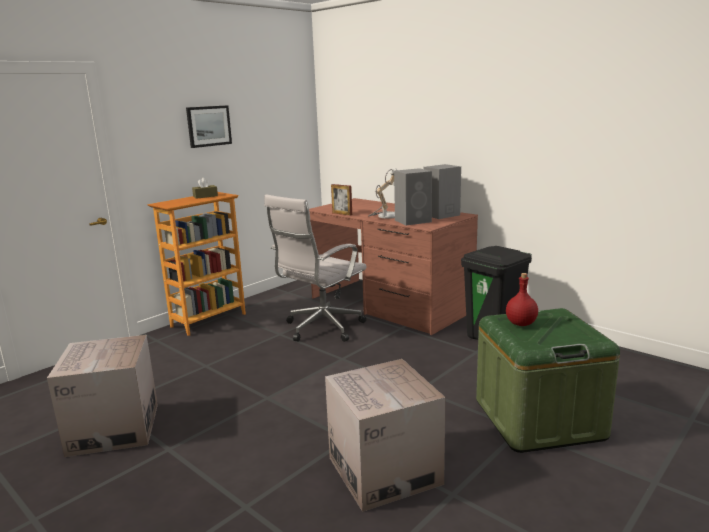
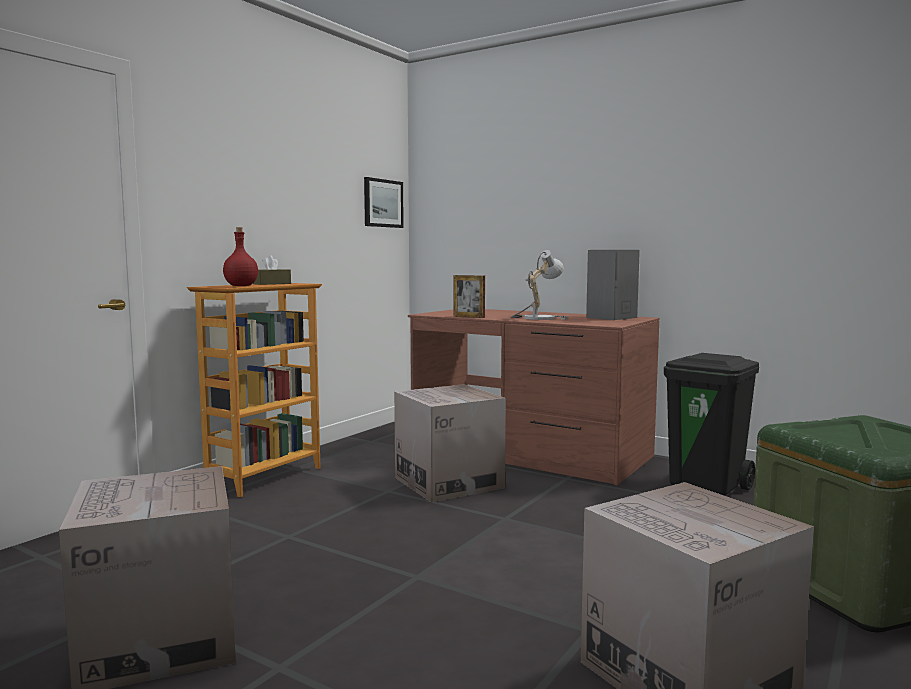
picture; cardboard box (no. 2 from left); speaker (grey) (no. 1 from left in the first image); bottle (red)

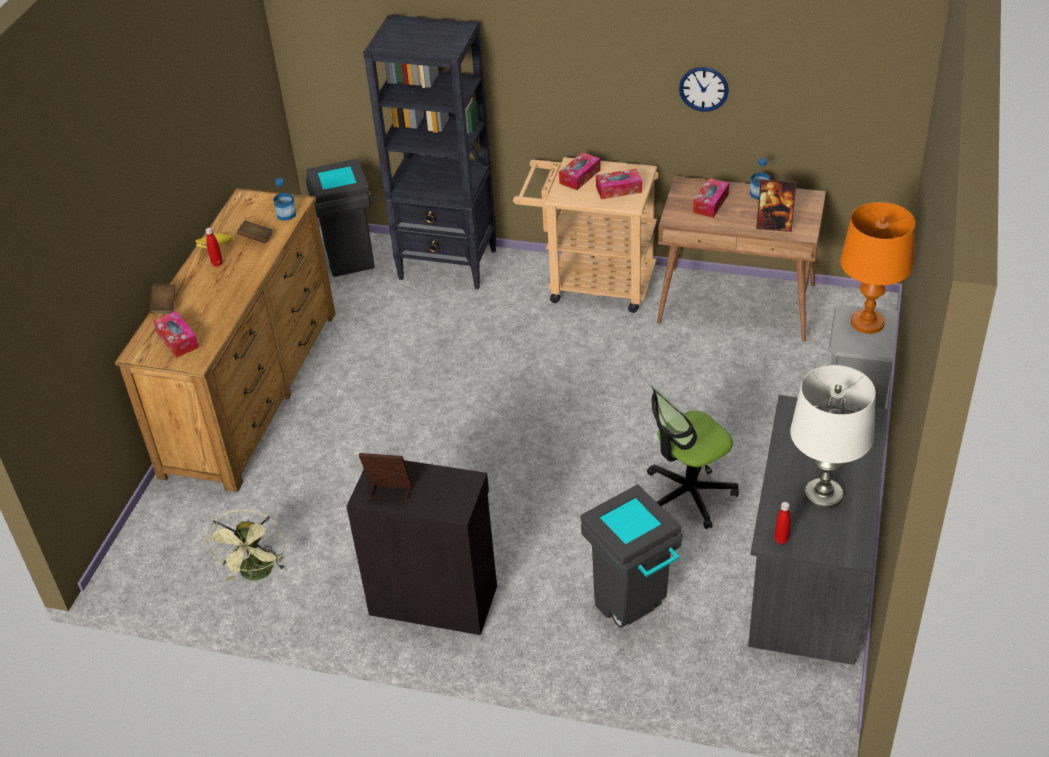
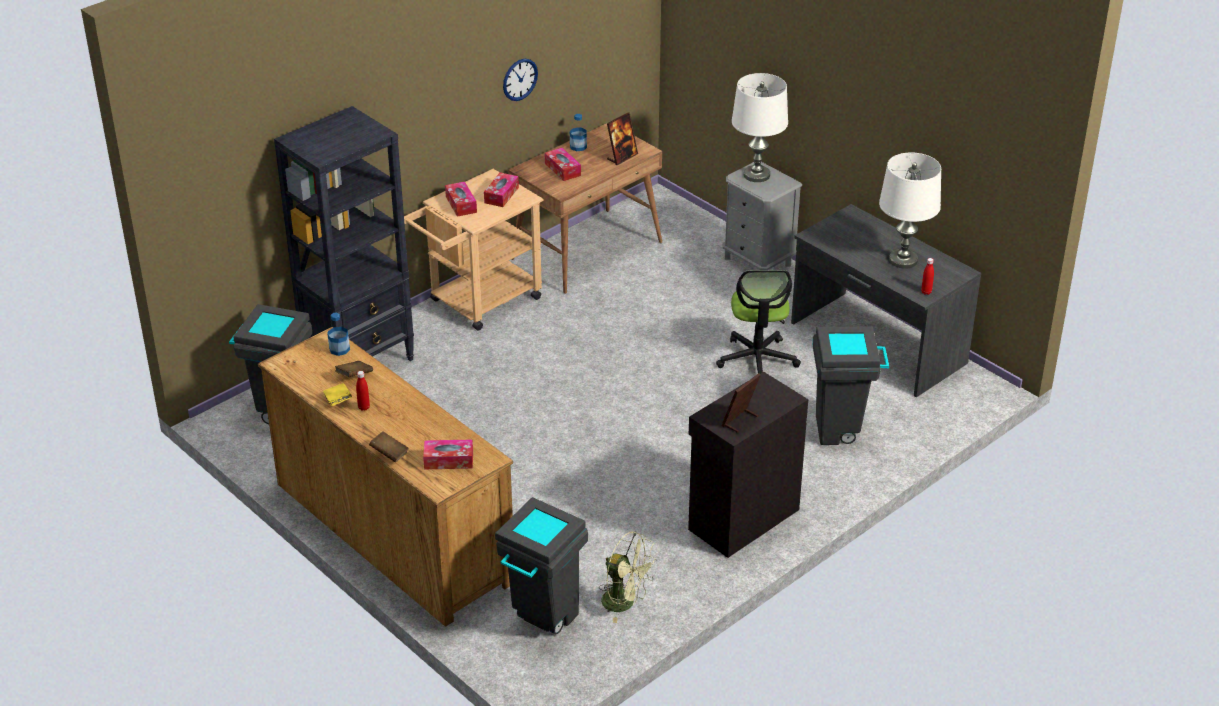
table lamp (white) (no. 1 from left); trash can (grey) (no. 2 from left)

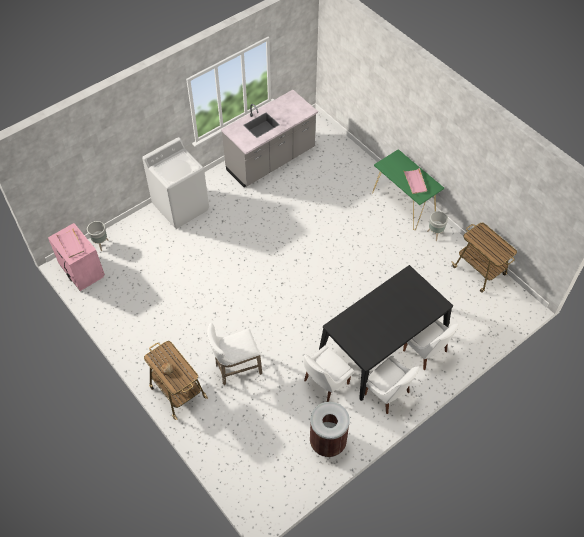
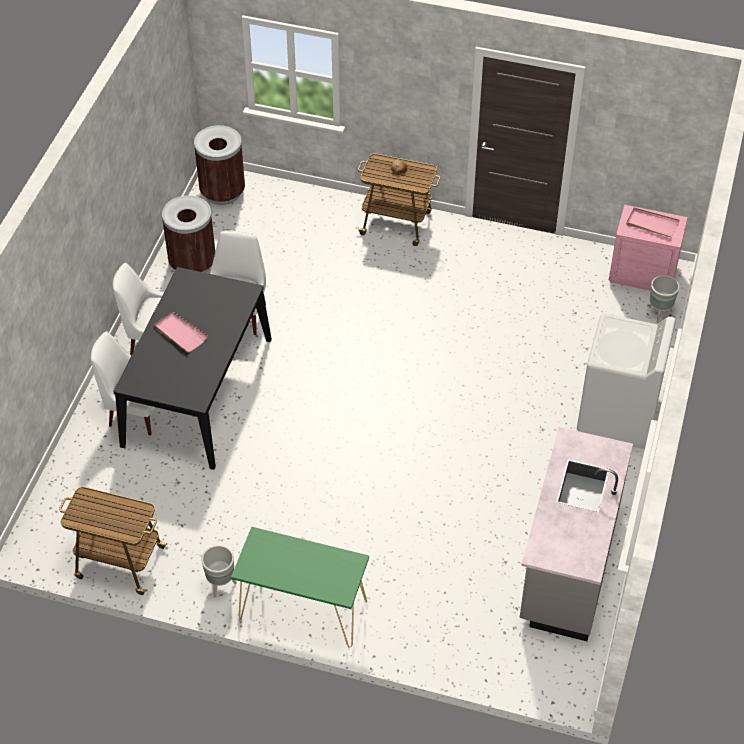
stool (white); tray (pink) (no. 1 from left); trash can (brown) (no. 2 from left)

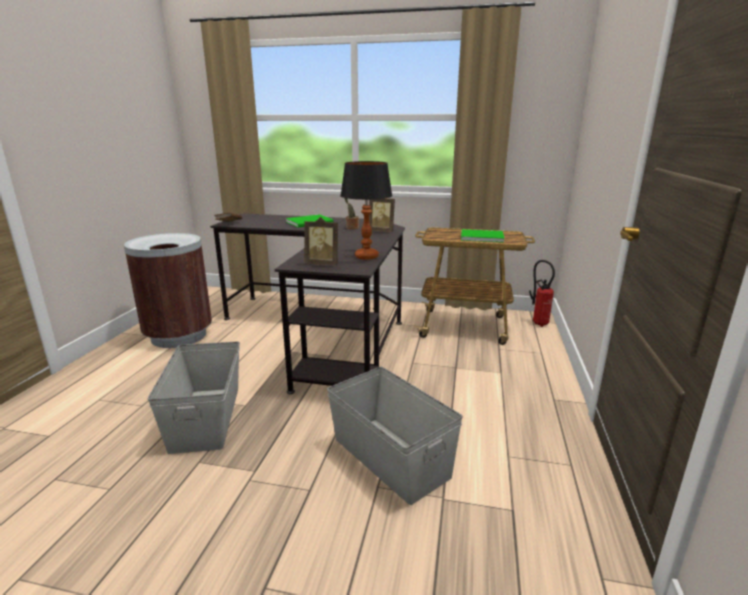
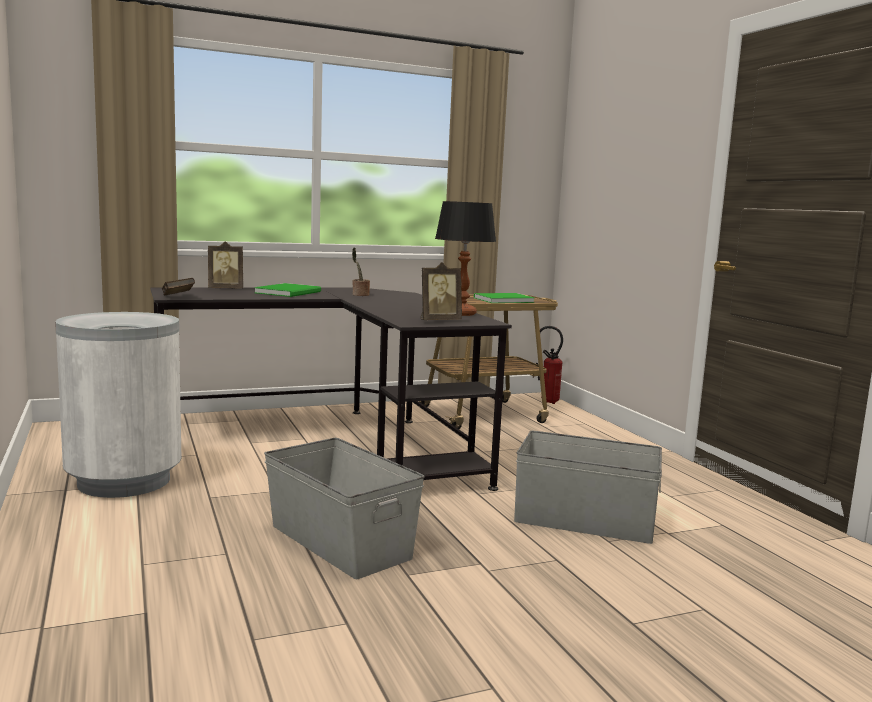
trash can (white); picture frame (no. 1 from left)

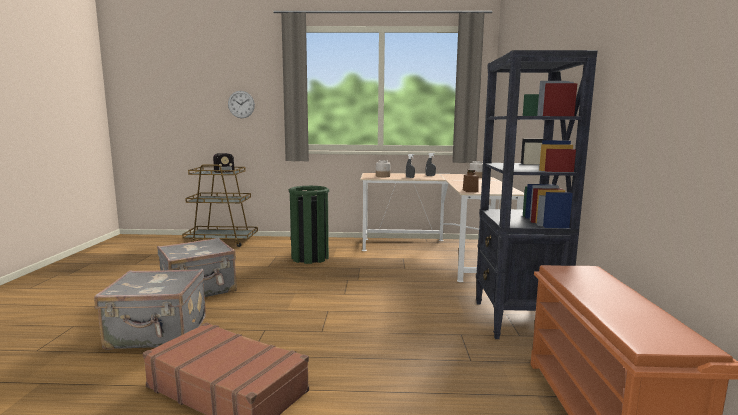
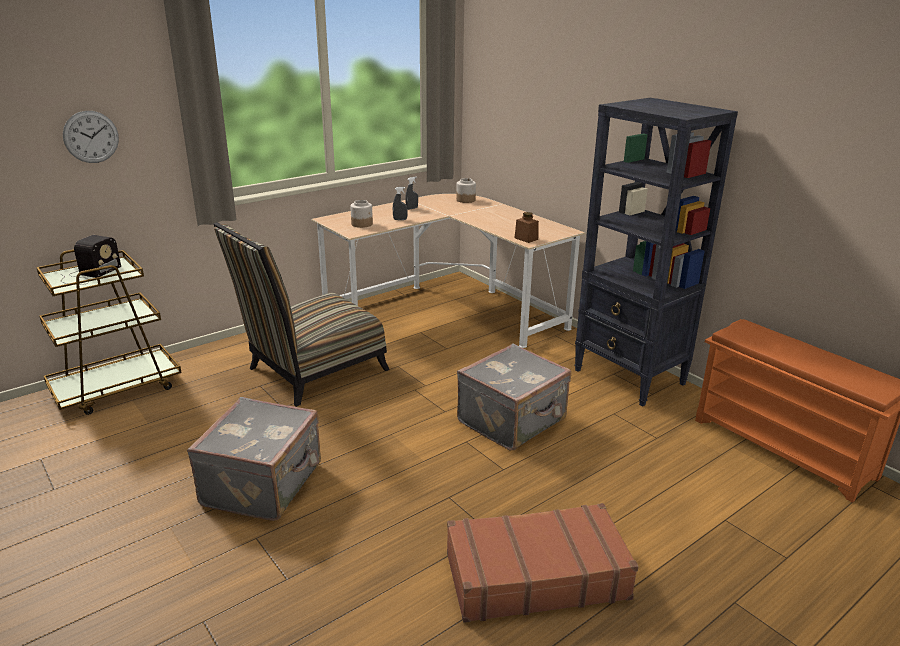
suitcase (grey) (no. 2 from left); chair

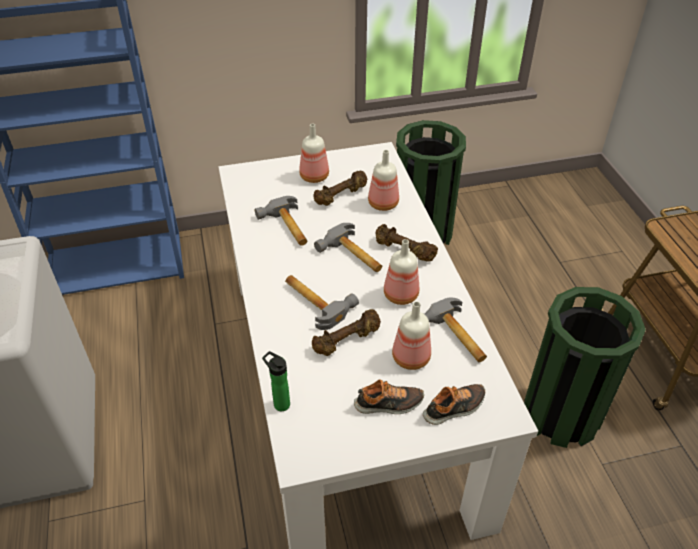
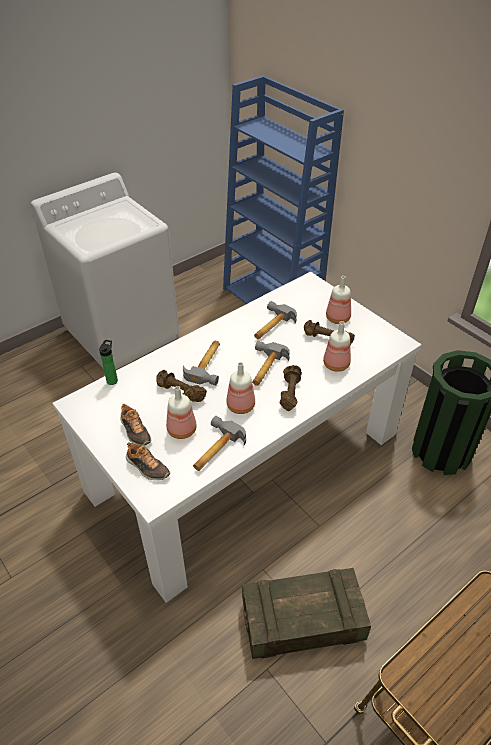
crate

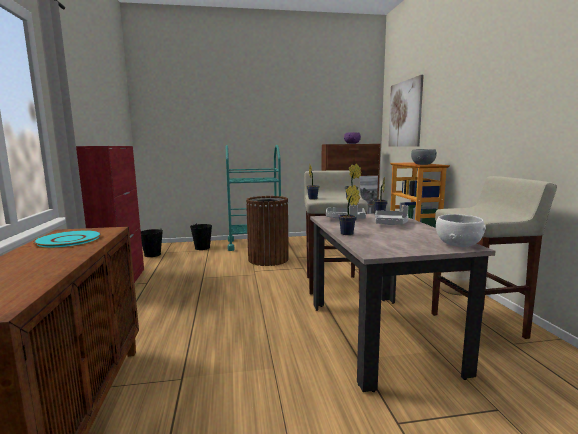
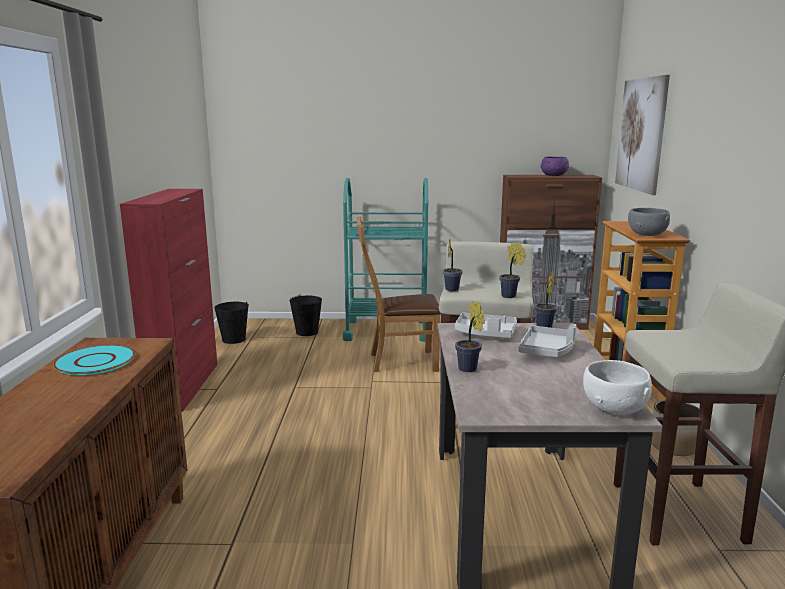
chair (brown)

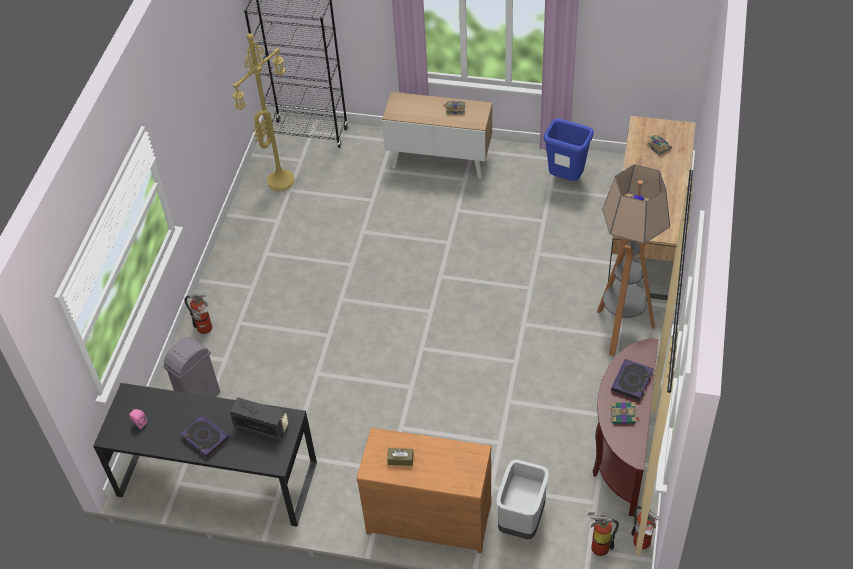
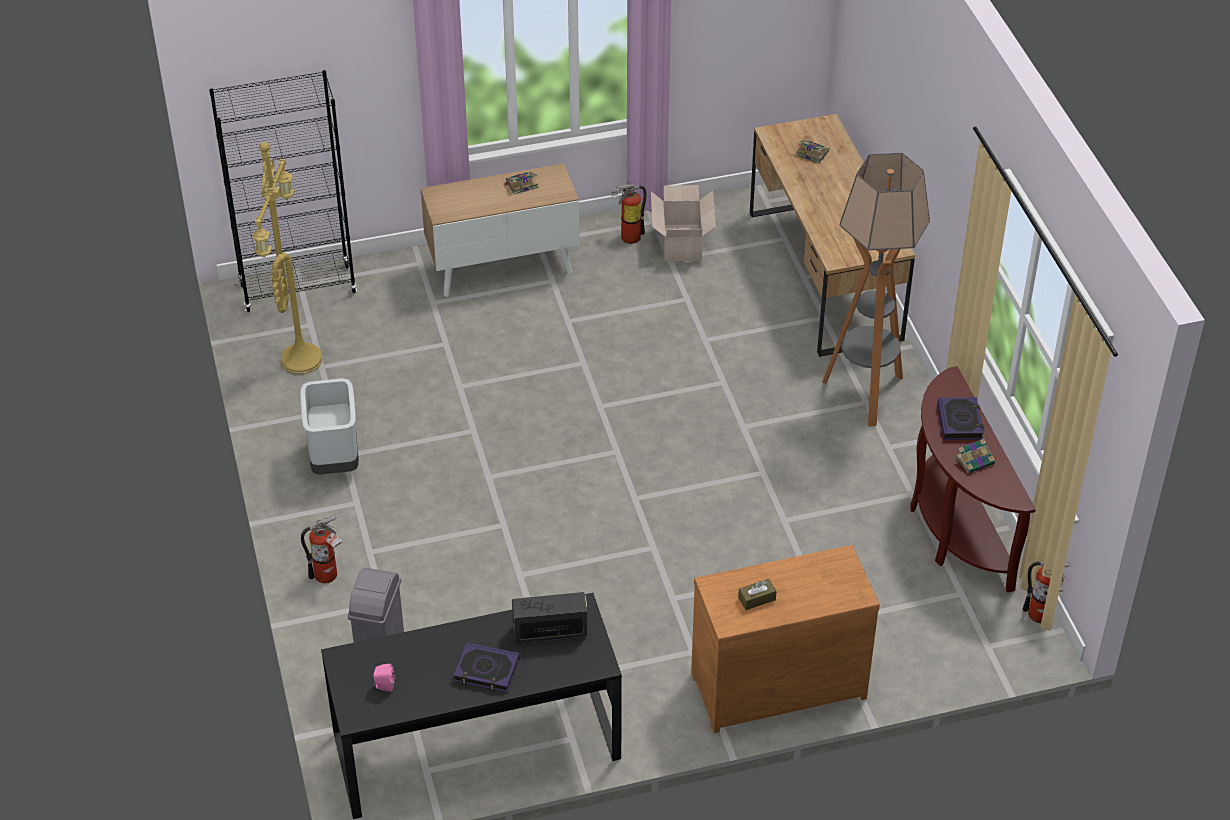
trash can (grey) (no. 1 from left); cardboard box; fire extinguisher (no. 2 from left)

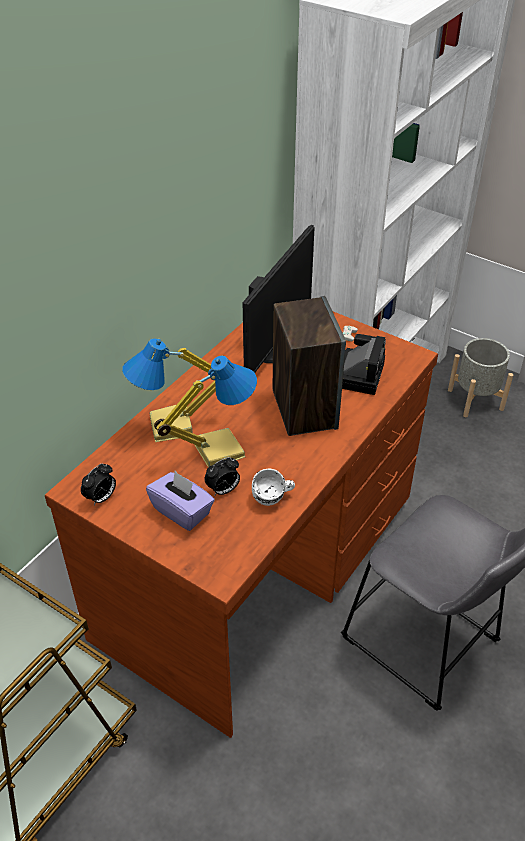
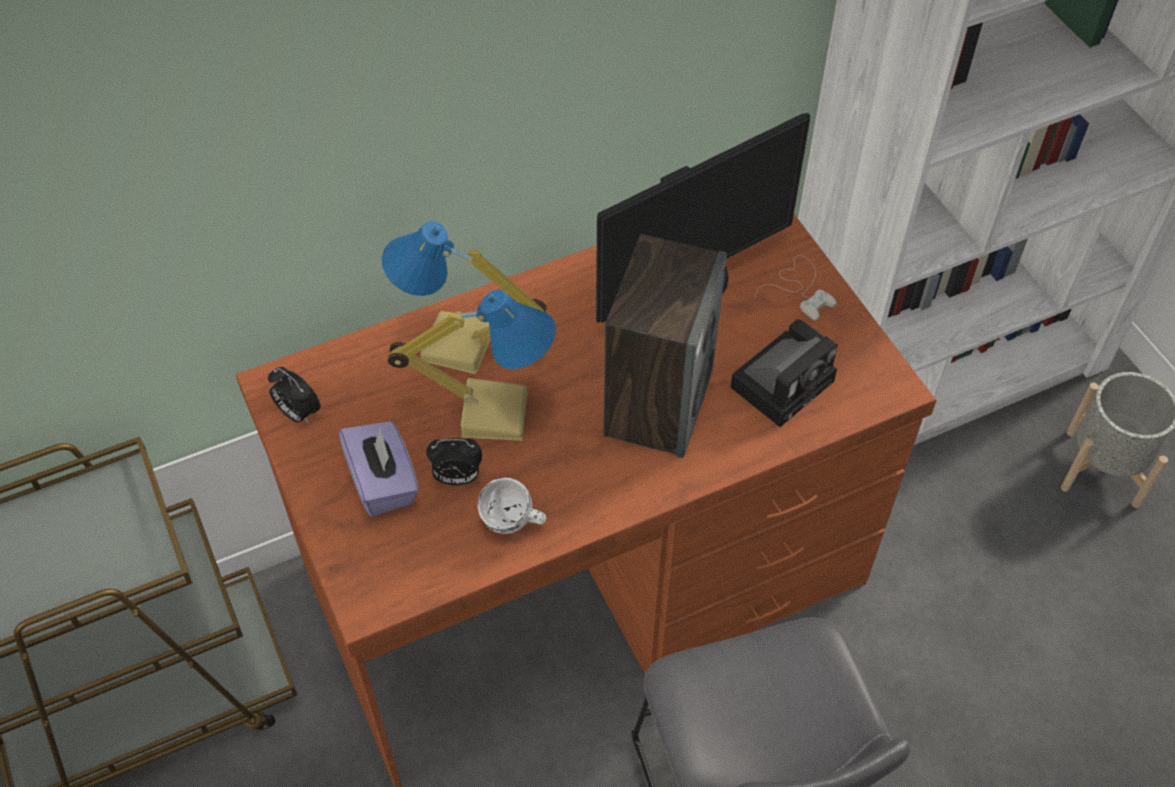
alarm clock (no. 1 from left)

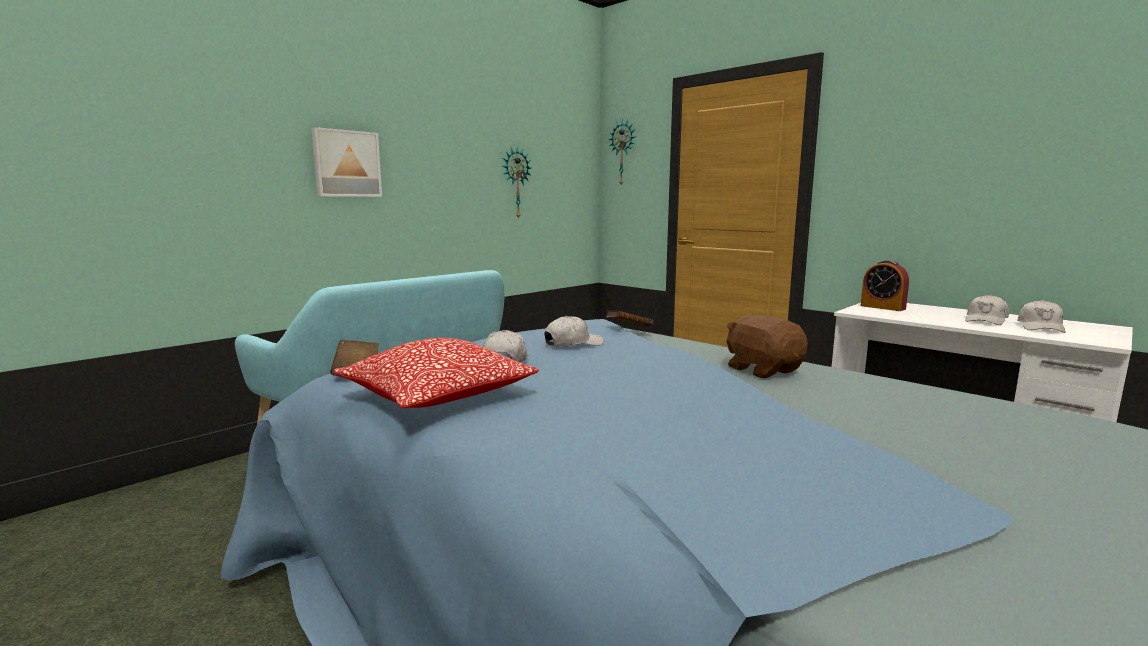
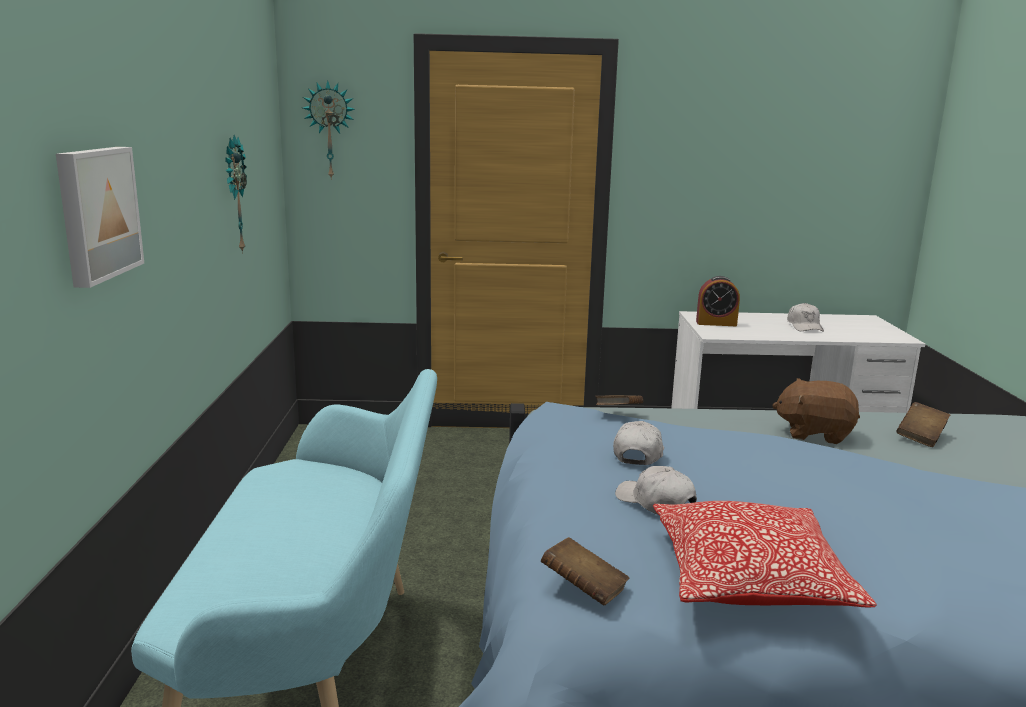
cap (white) (no. 4 from left in the first image); book (brown) (no. 3 from left)

